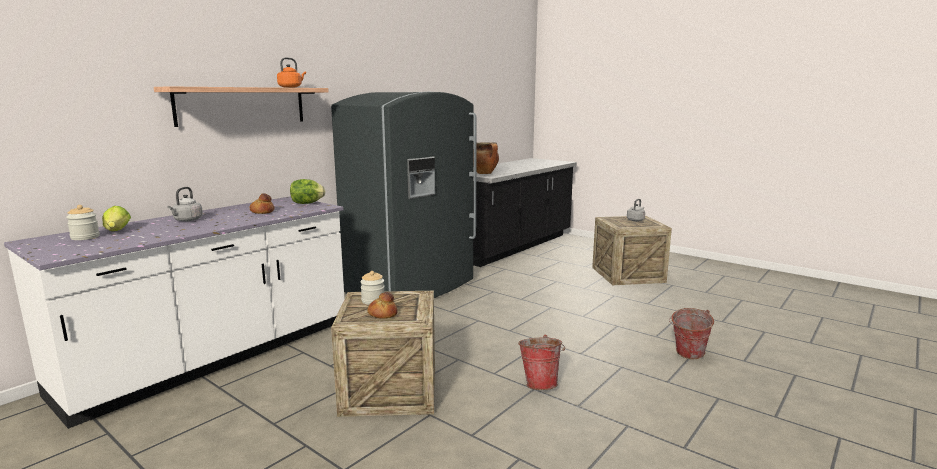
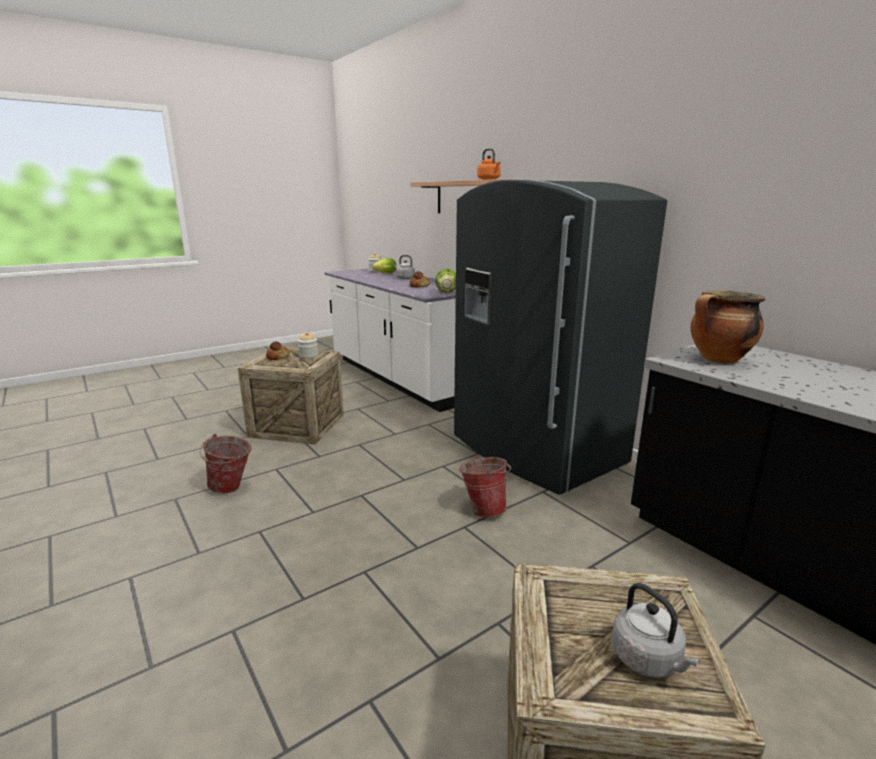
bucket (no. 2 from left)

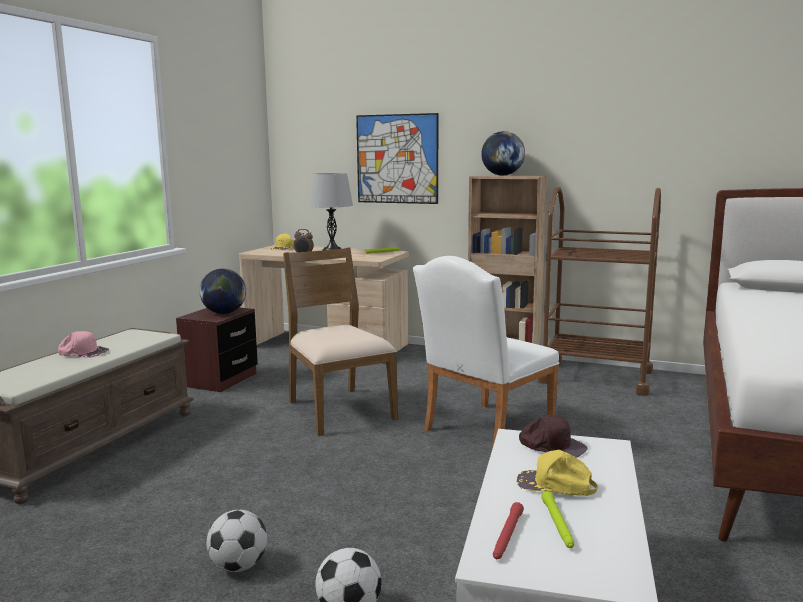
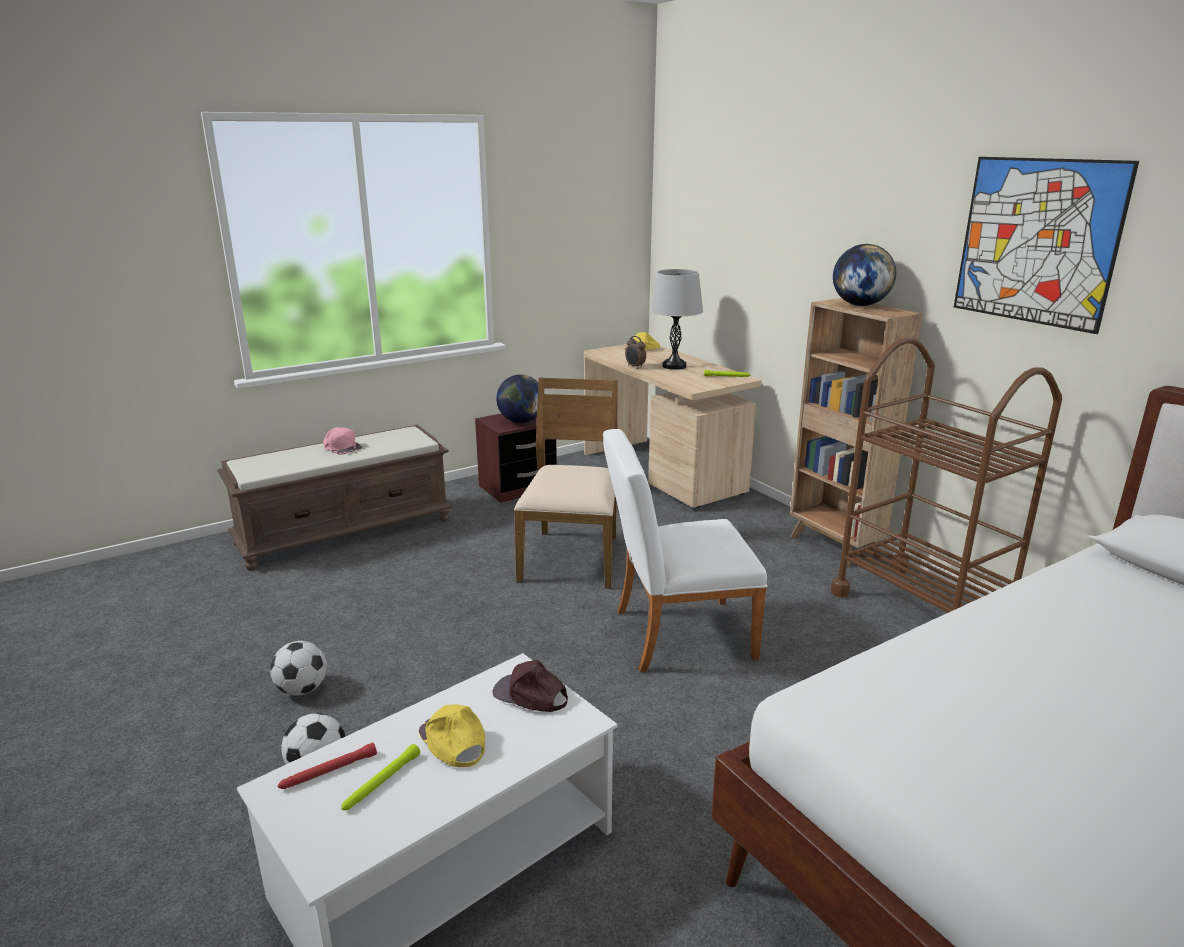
picture; cap (brown)

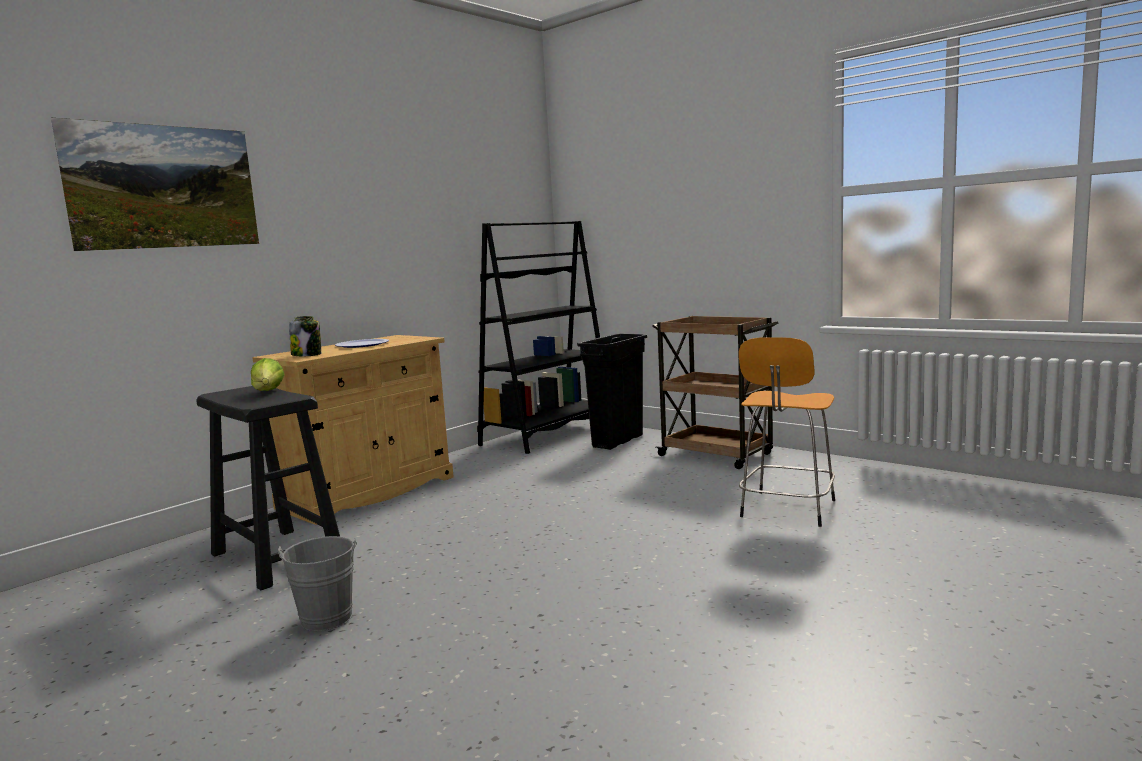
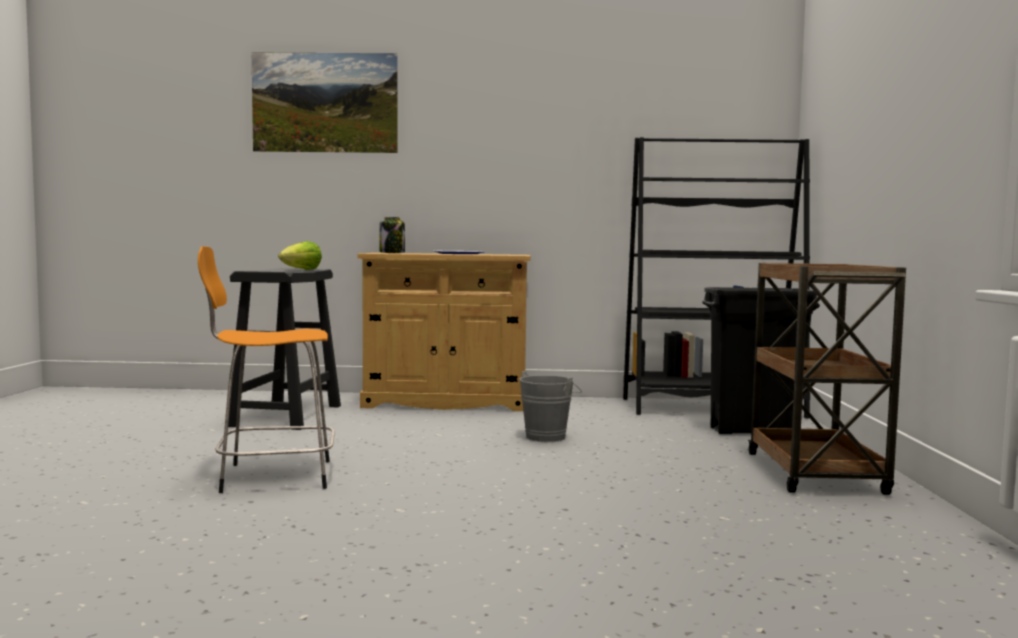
bucket (grey); stool (orange)

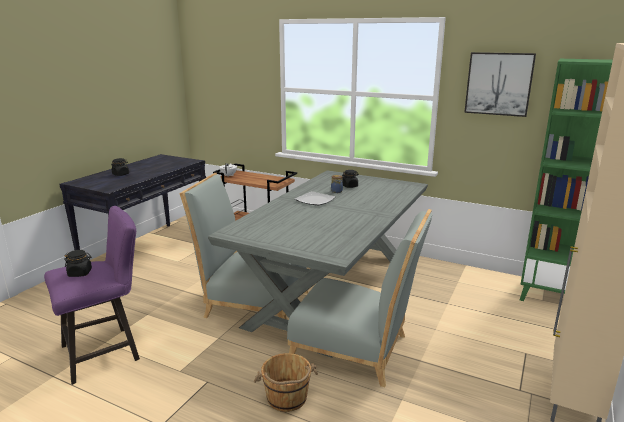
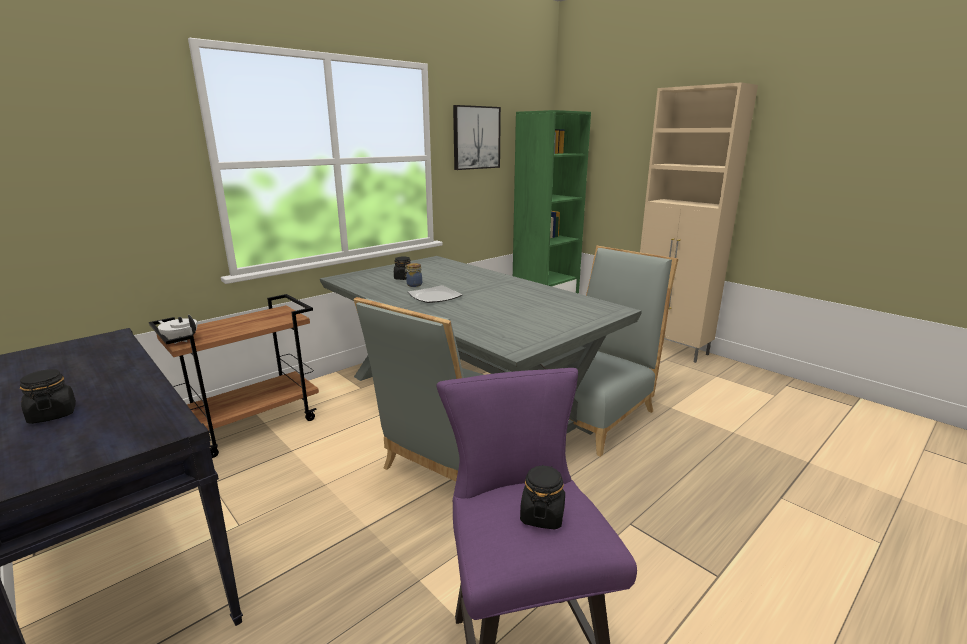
bucket (brown)

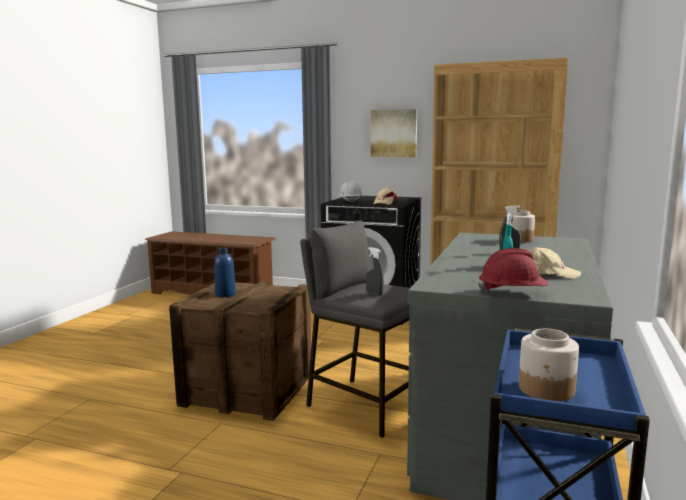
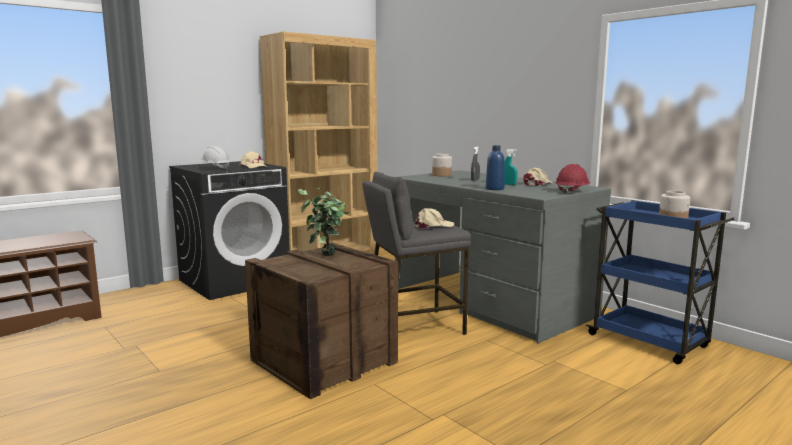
bottle (blue); cap (beige) (no. 2 from left); picture; potted plant

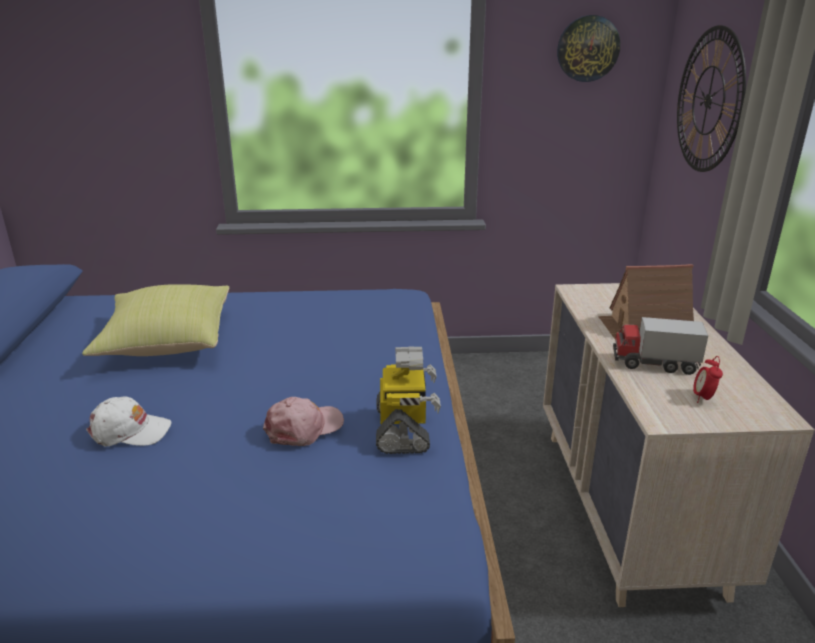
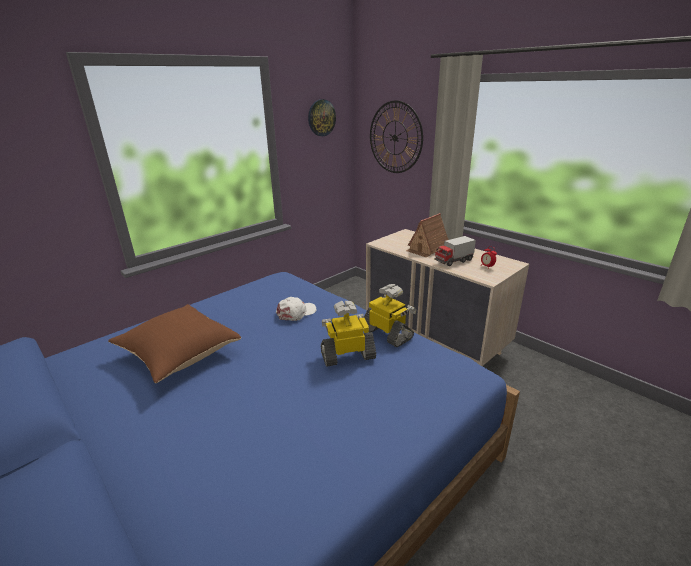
pillow (brown); cap (white); toy robot (no. 1 from left)

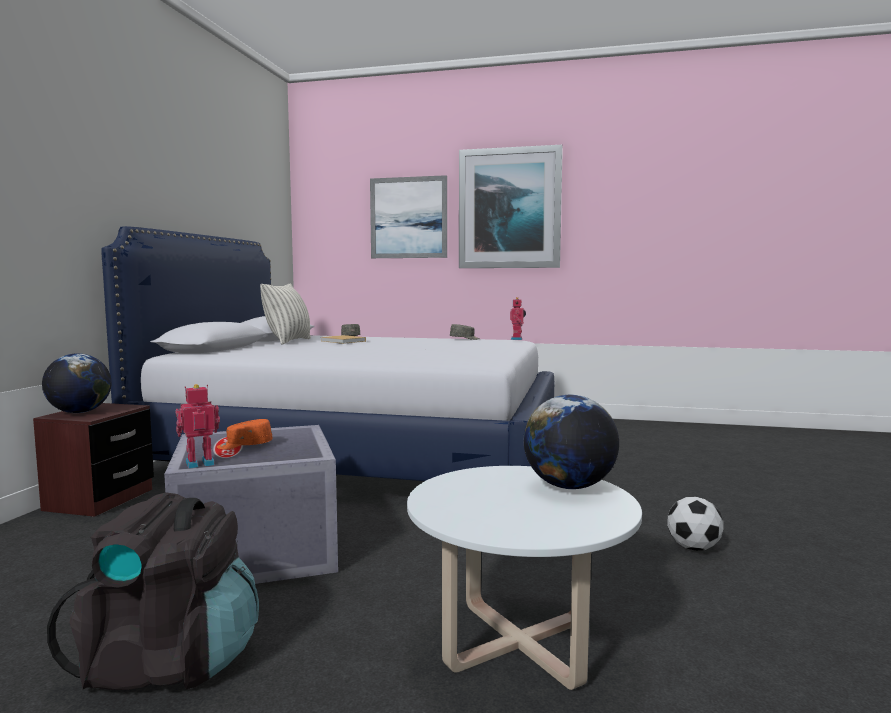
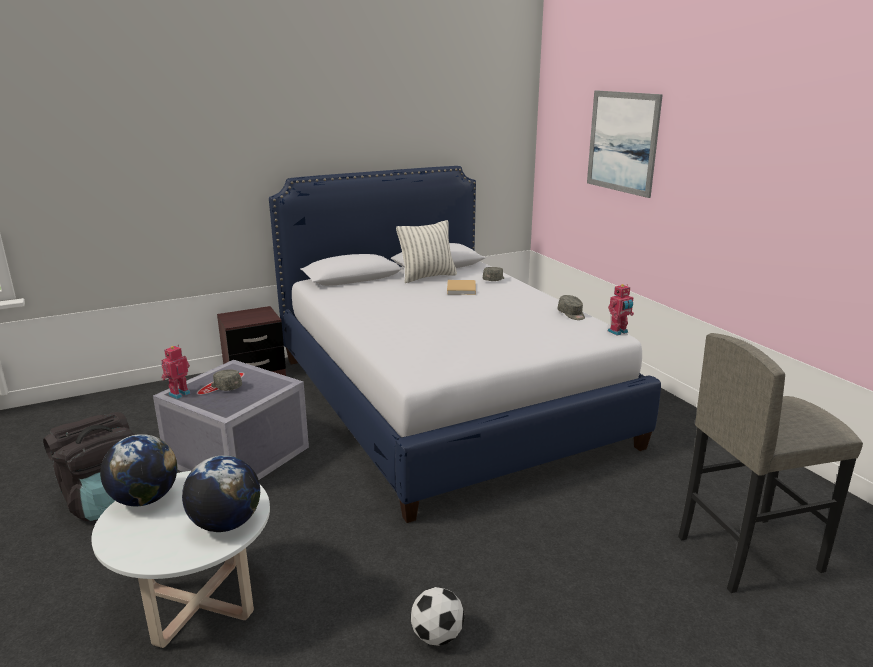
globe (no. 1 from left); toy robot (no. 1 from left); cap (grey) (no. 1 from left); picture (no. 2 from left in the first image); stool (grey)

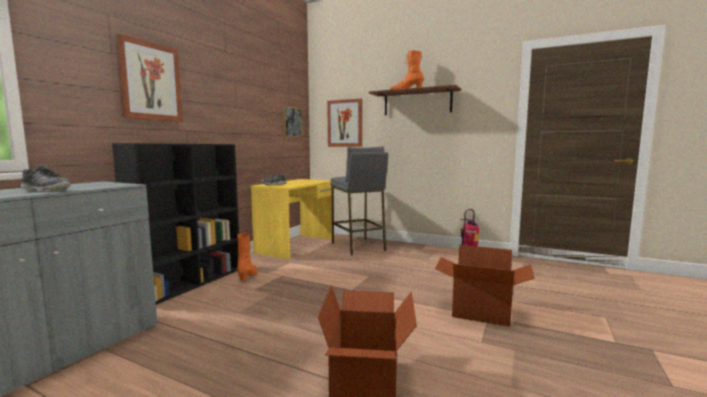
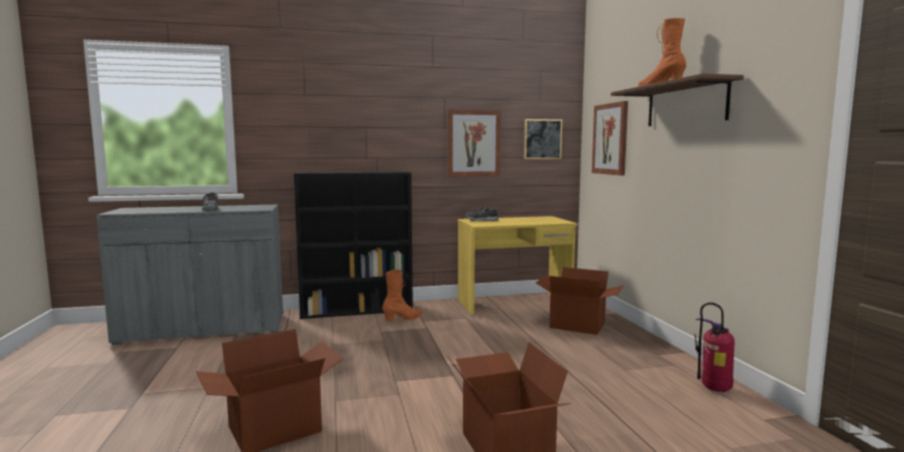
picture (no. 1 from left); cardboard box (no. 3 from left)

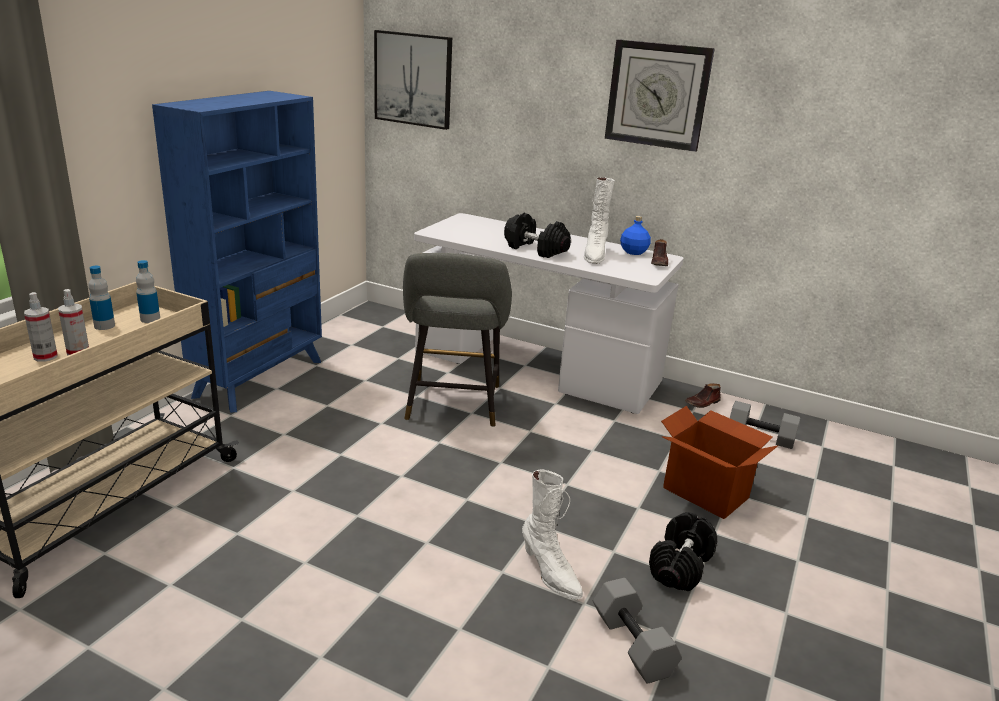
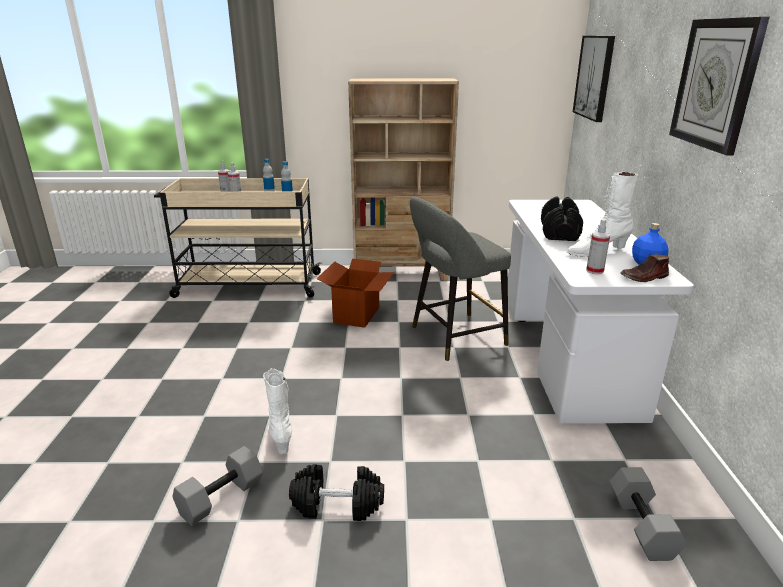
bookcase (beige); boot (white) (no. 1 from left); cardboard box; shoe (brown) (no. 2 from left in the first image); spray bottle (no. 3 from left)

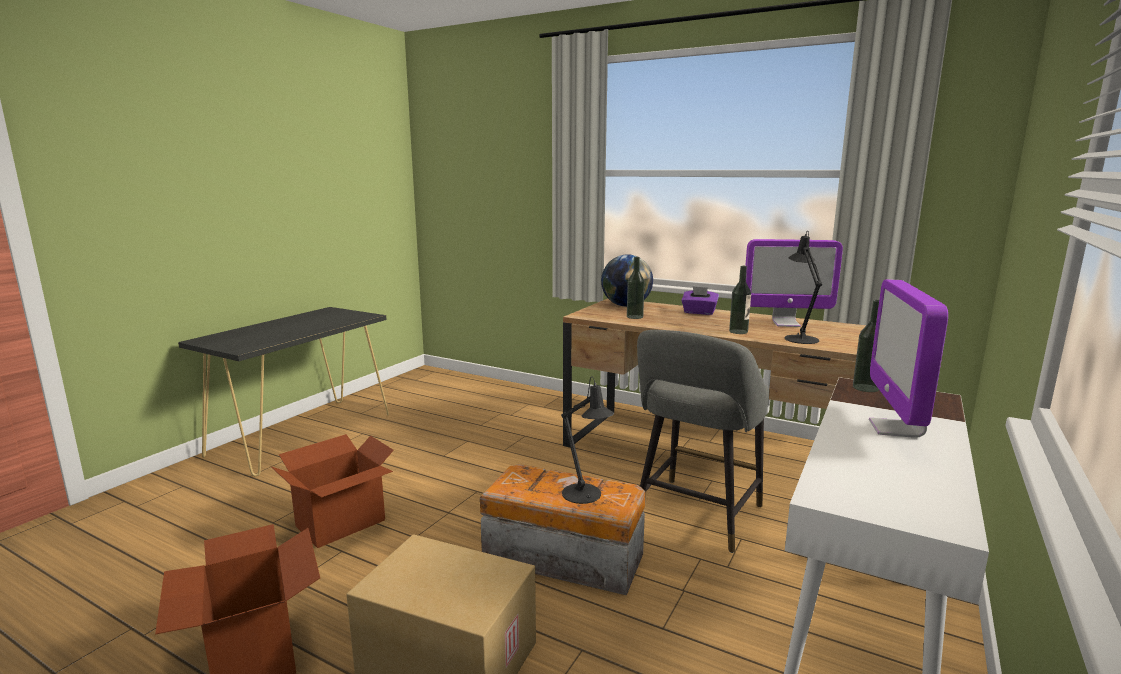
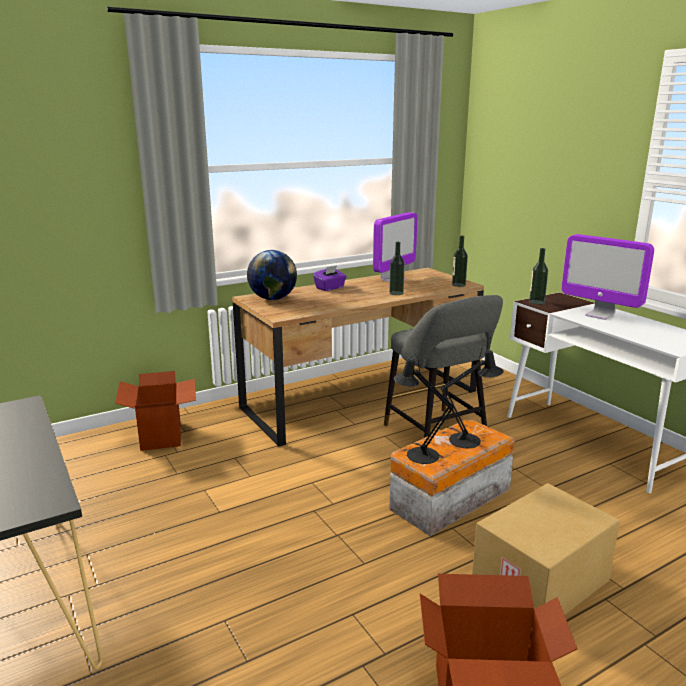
cardboard box (no. 1 from left); bottle (no. 2 from left); table lamp (black) (no. 1 from left)

